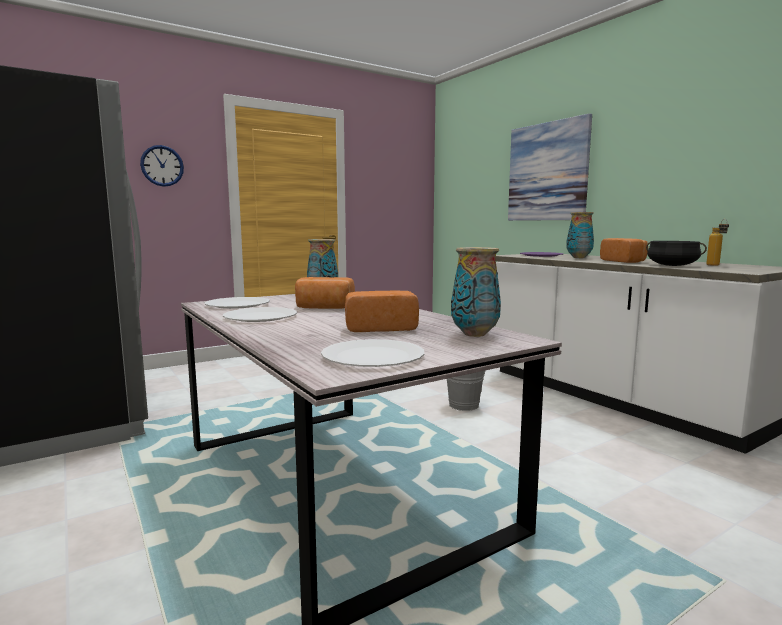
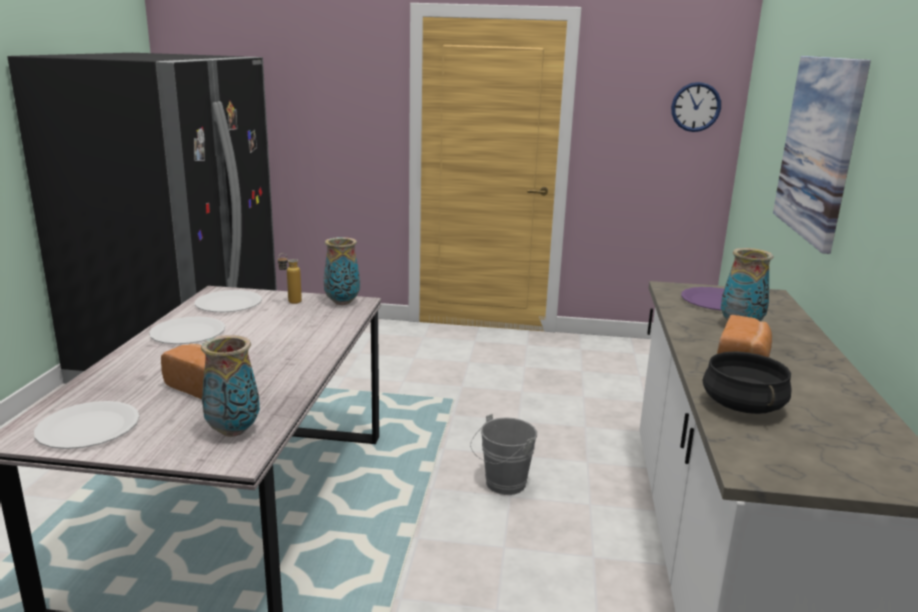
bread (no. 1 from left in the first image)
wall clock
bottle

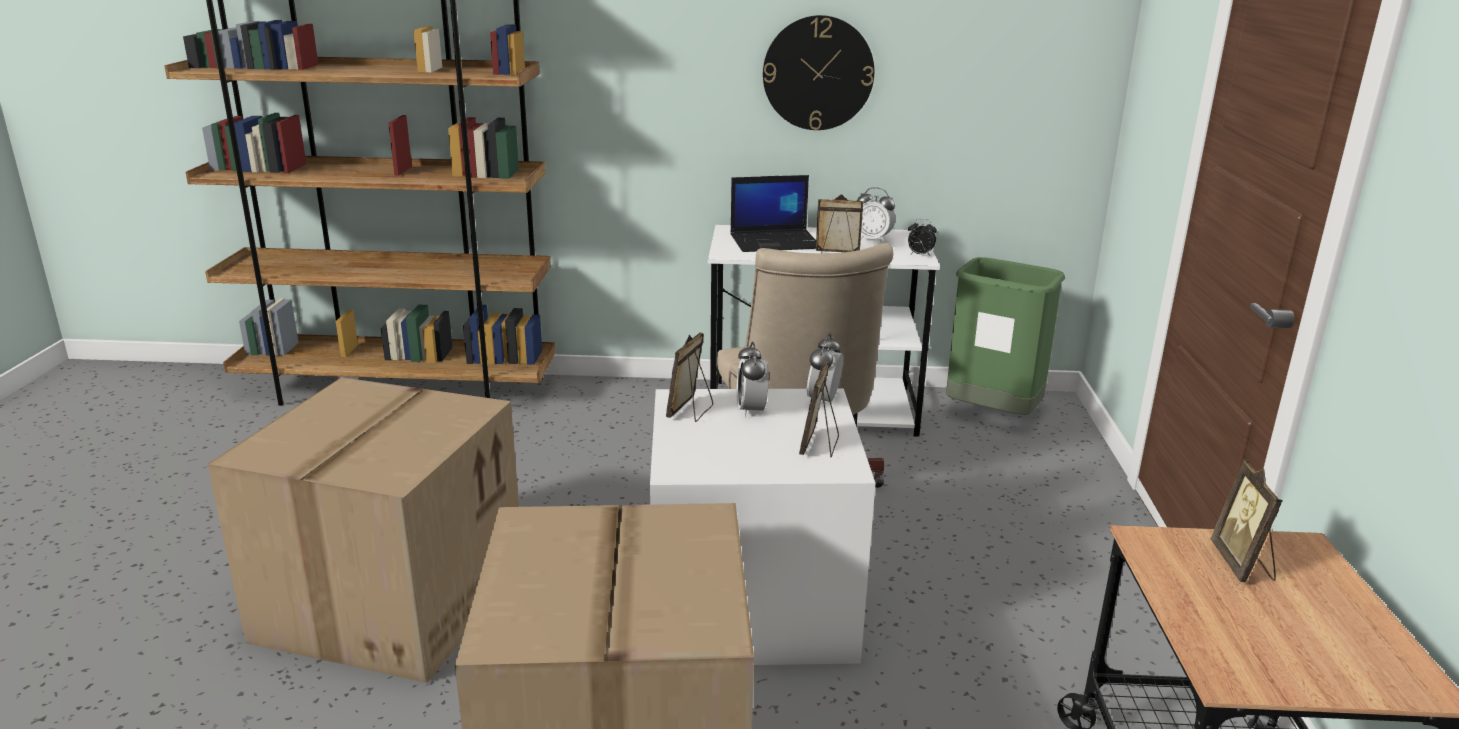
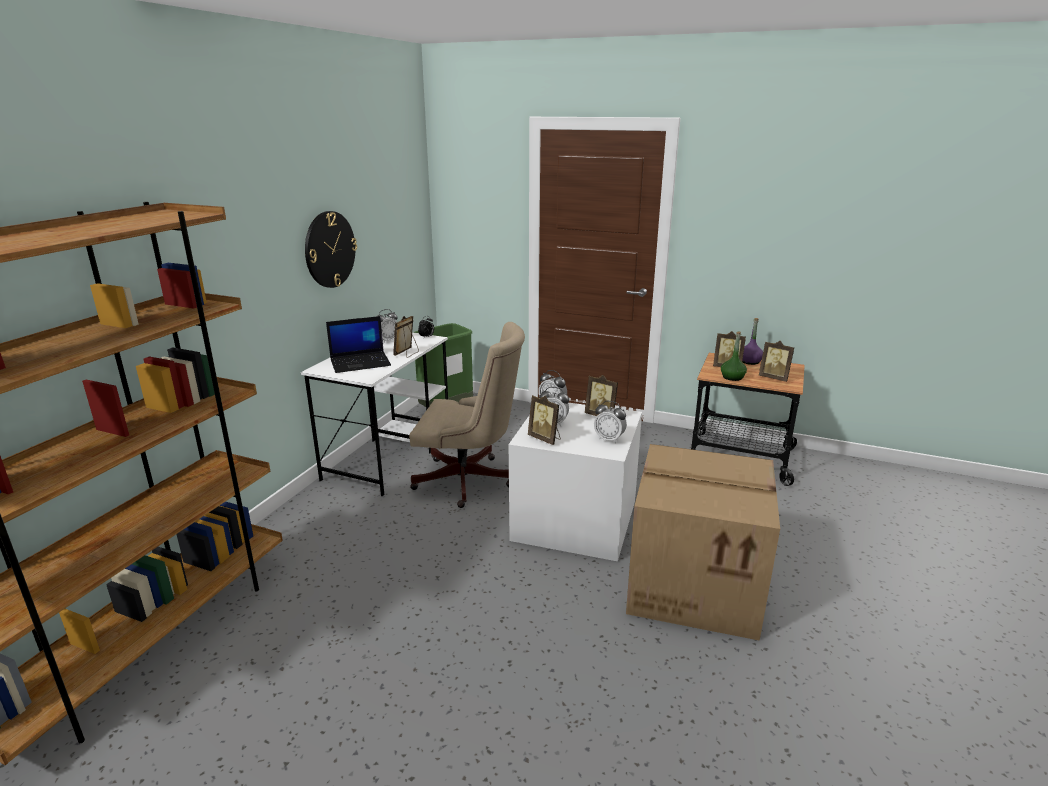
cardboard box (no. 1 from left in the first image)
alarm clock (no. 5 from left)
bottle (green)
bottle (purple)
picture frame (no. 5 from left)
laptop

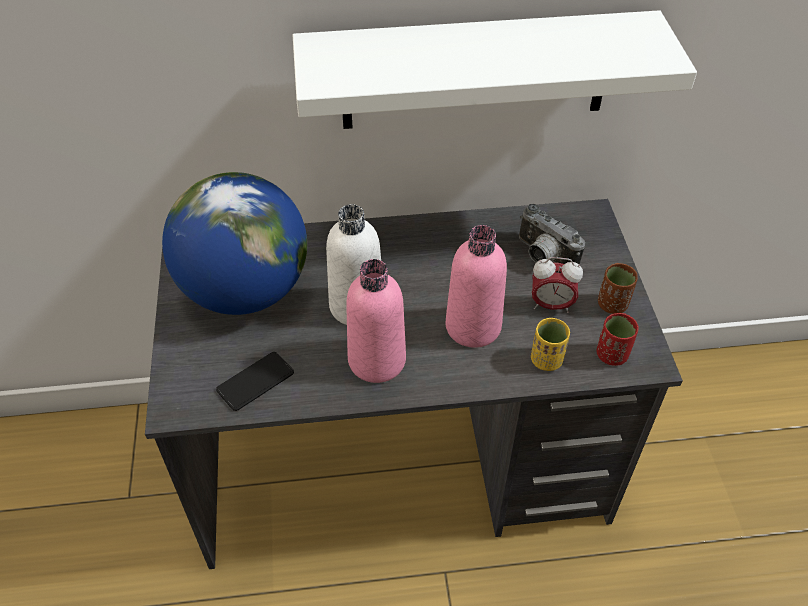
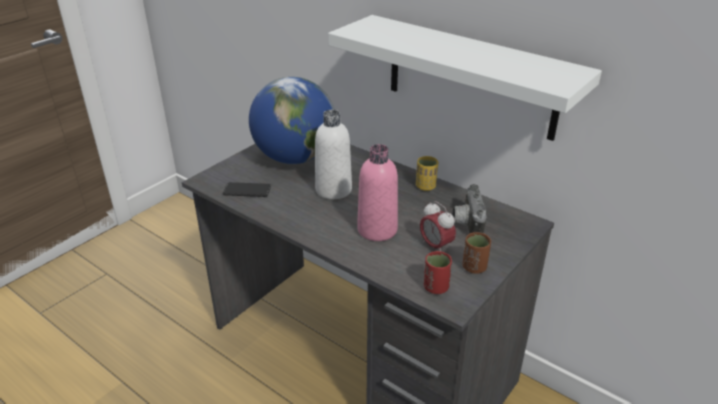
bottle (pink) (no. 1 from left in the first image)
cup (yellow)

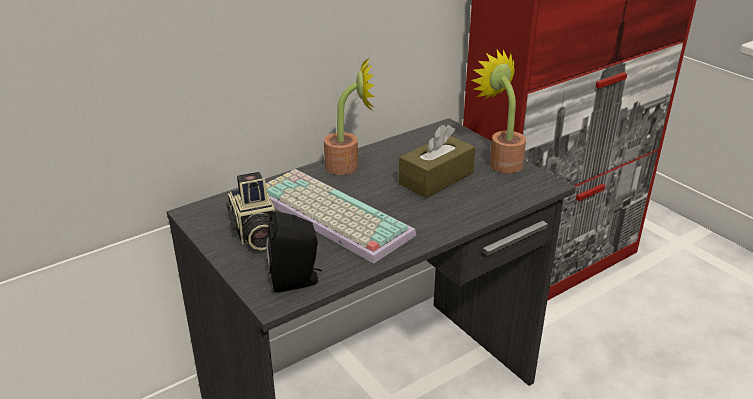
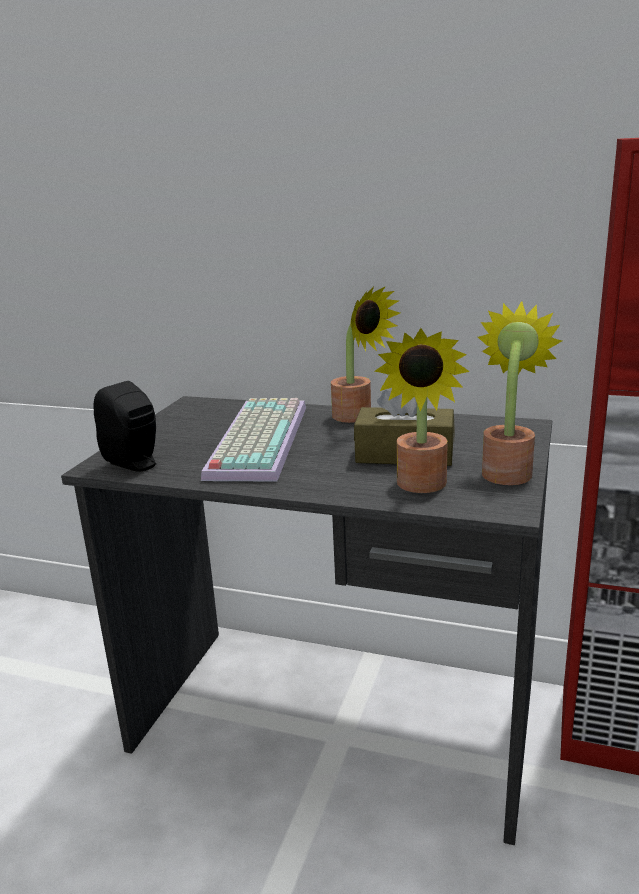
photo camera
potted plant (no. 2 from left)

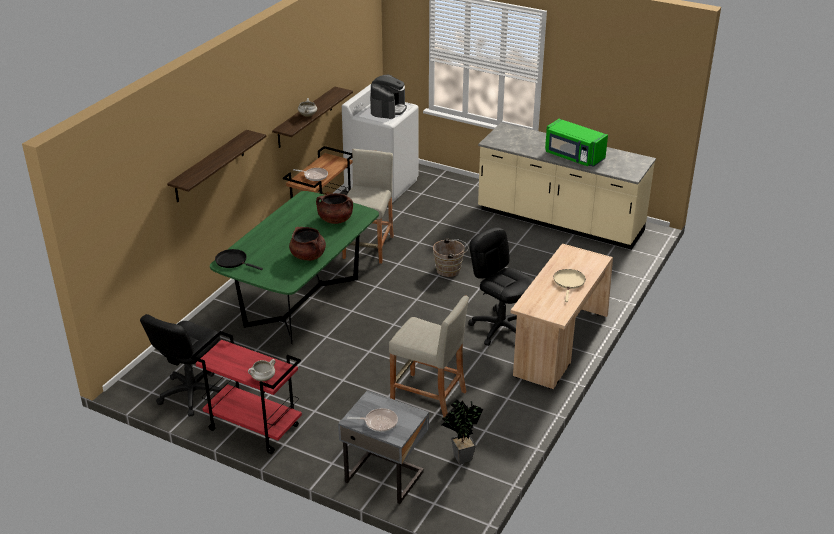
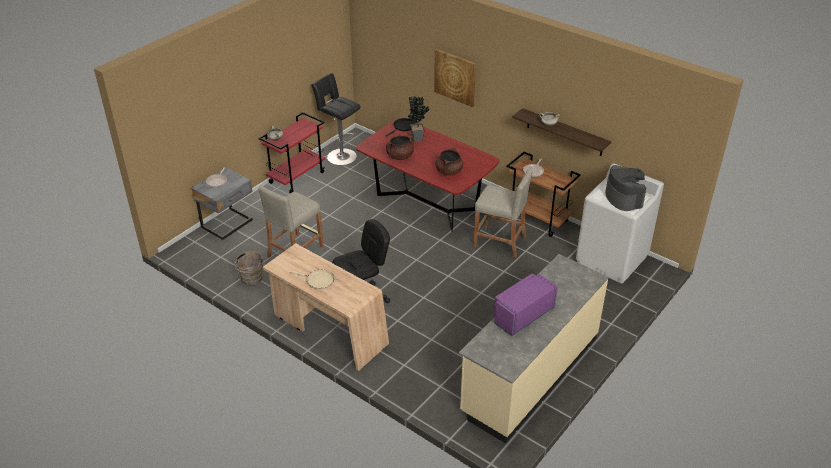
bucket (brown)
potted plant
stool (black)
picture
dining table (red)
microwave (purple)
coffee machine

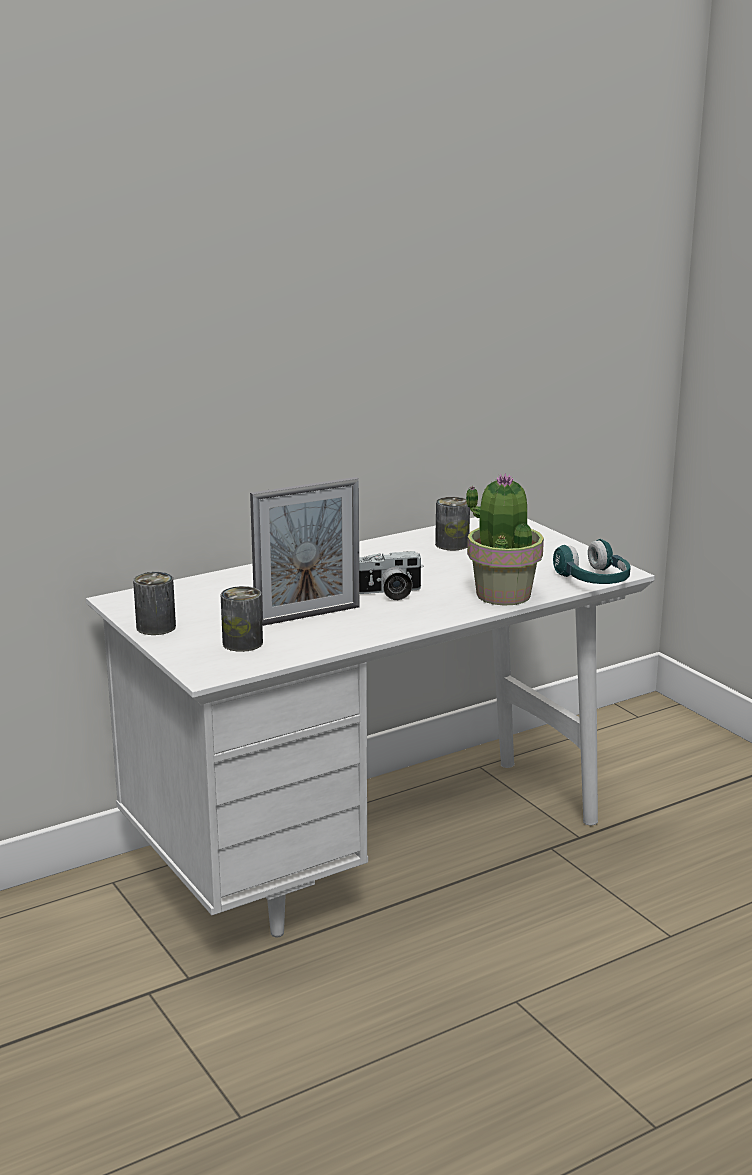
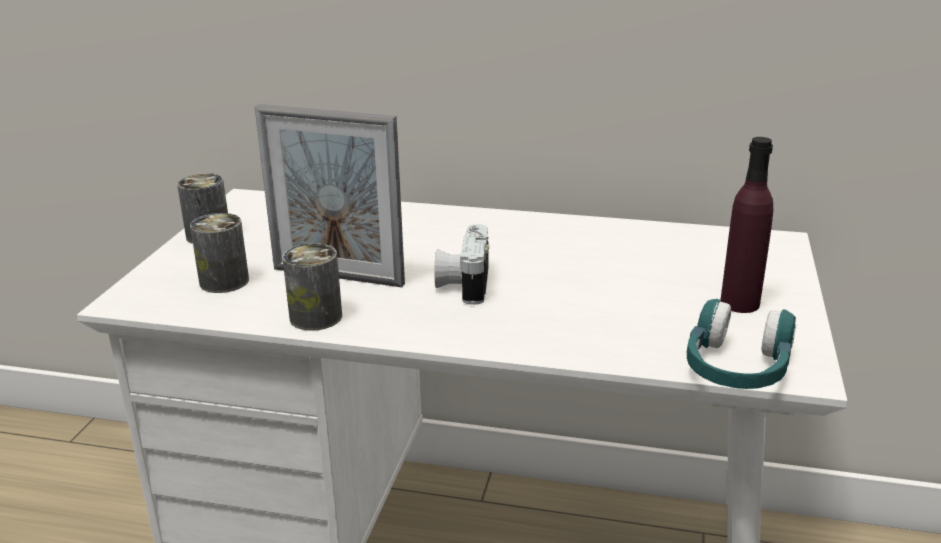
potted plant
bottle (purple)
can (no. 3 from left)
photo camera

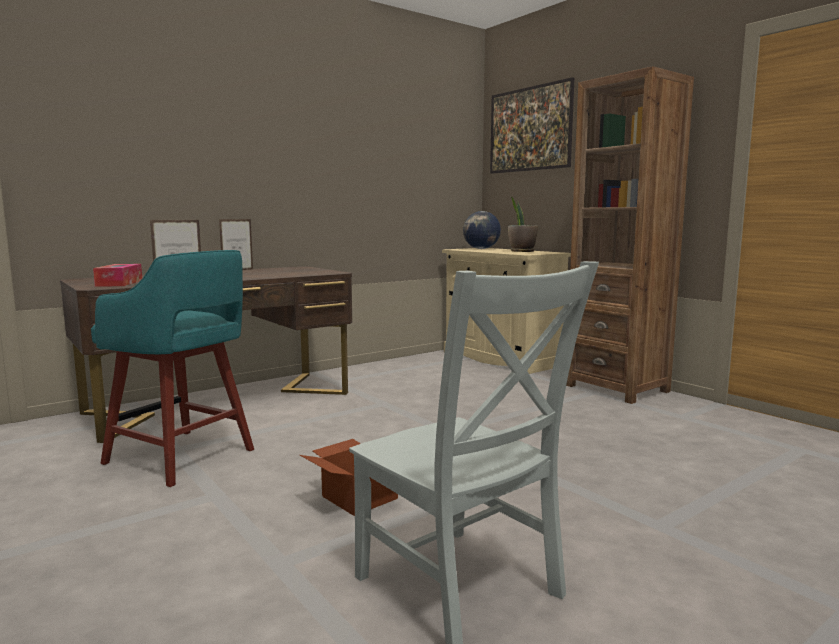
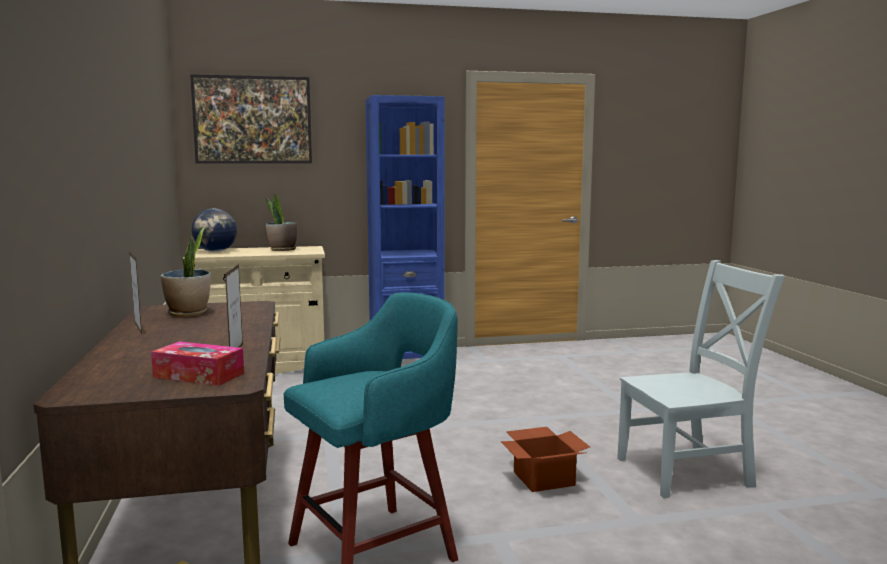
potted plant (no. 1 from left)
bookcase (blue)

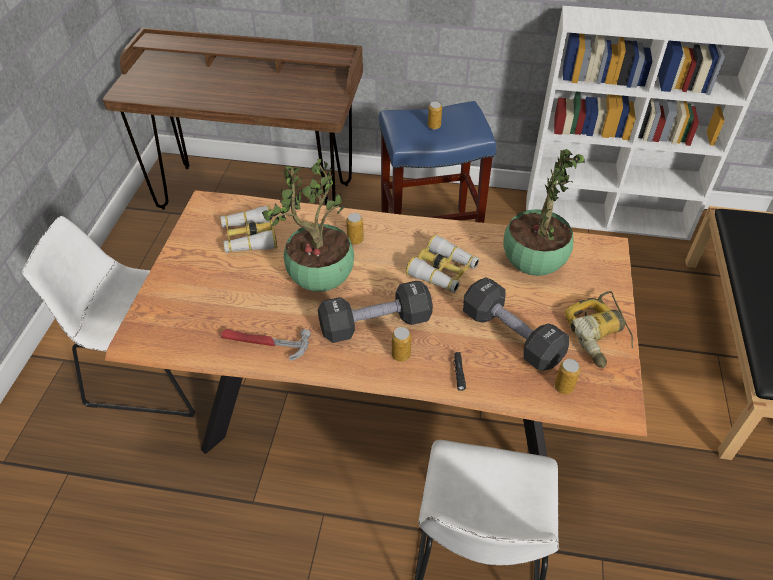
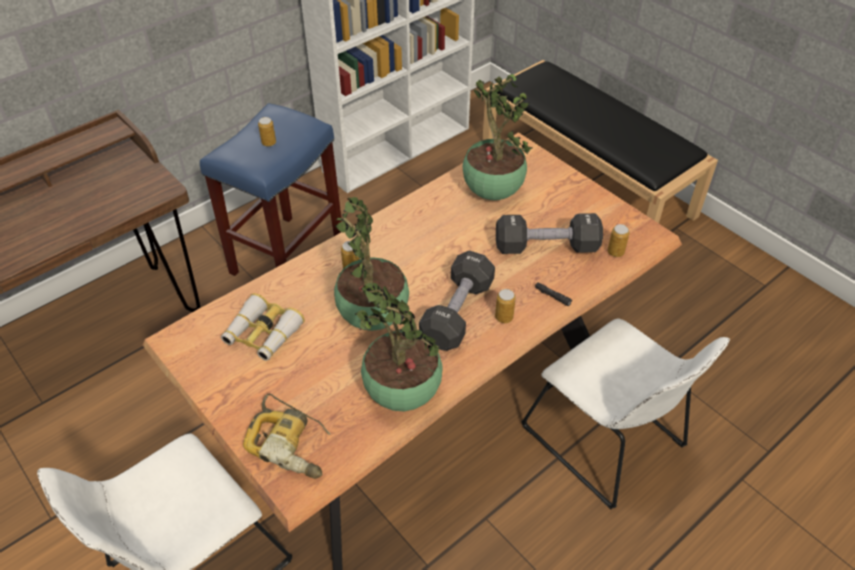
binoculars (no. 2 from left in the first image)
power drill
potted plant (no. 2 from left)

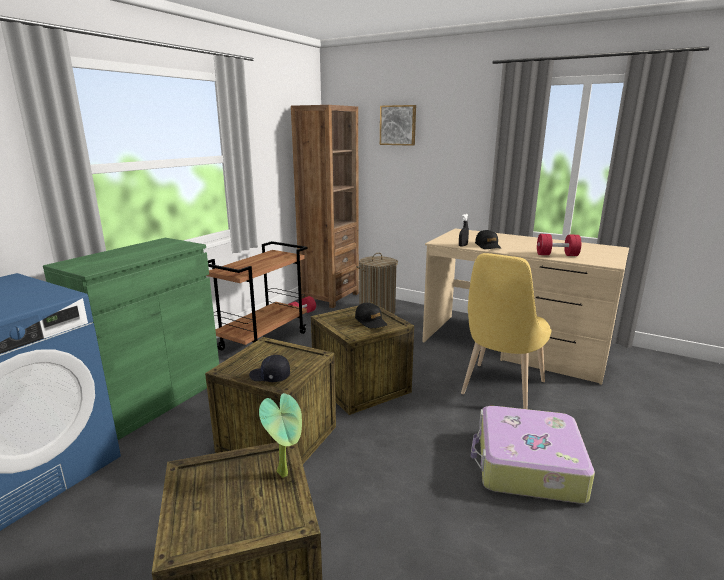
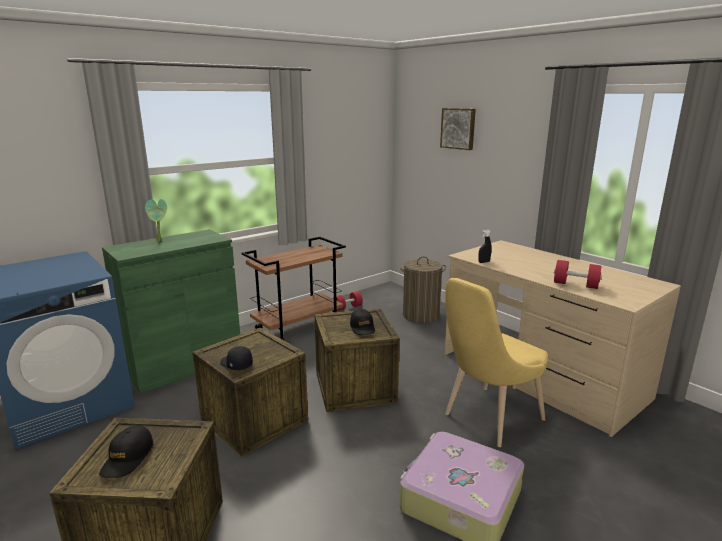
bookcase (brown)
potted plant
cap (black) (no. 1 from left)

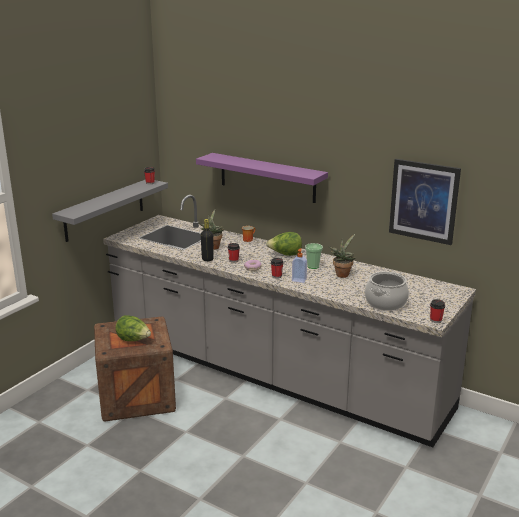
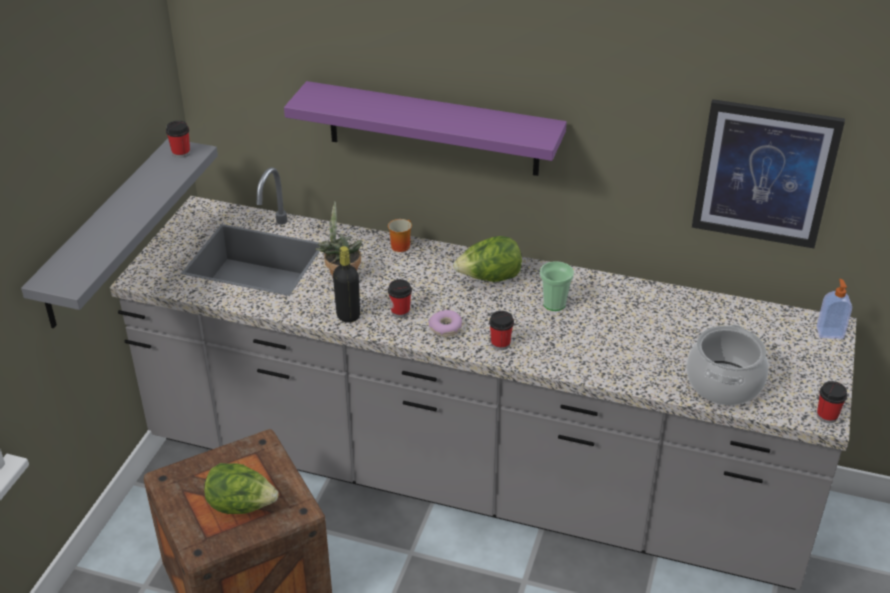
potted plant (no. 2 from left in the first image)
soap dispenser

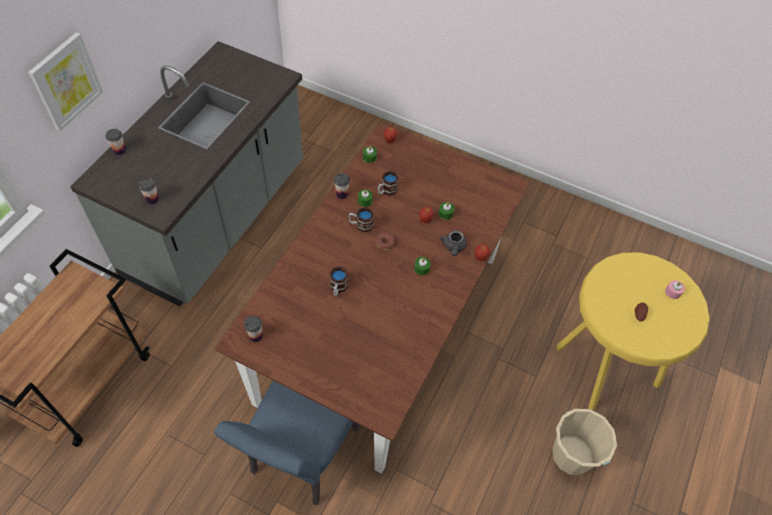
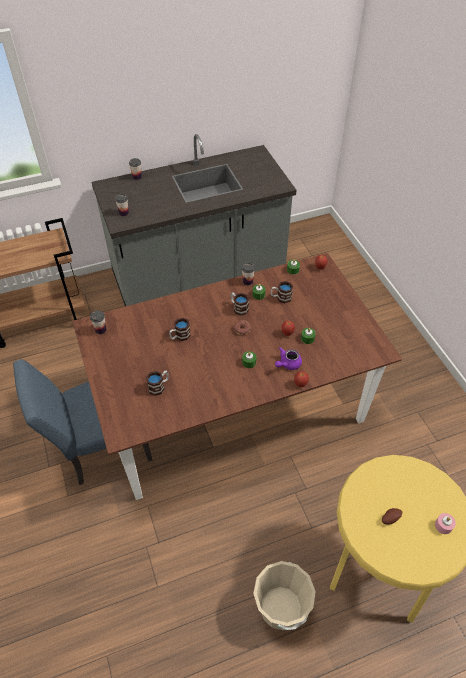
picture
mug (no. 1 from left)
teapot (purple)

